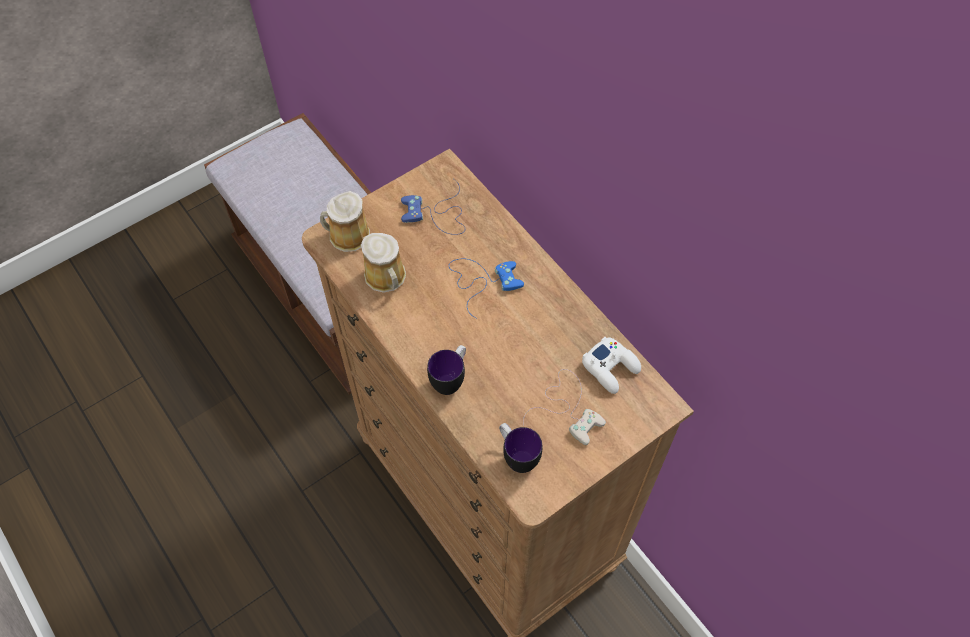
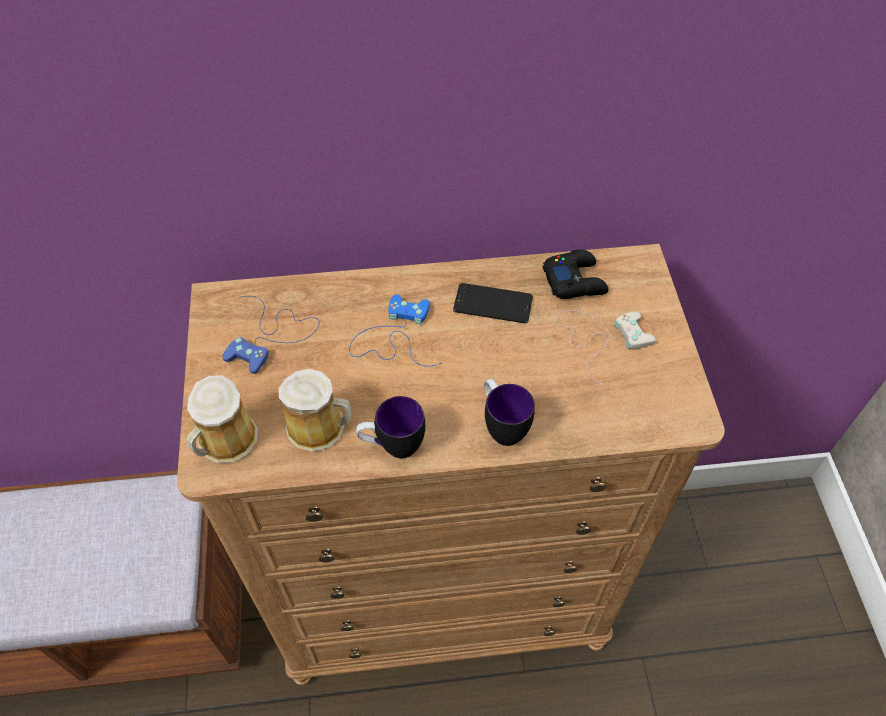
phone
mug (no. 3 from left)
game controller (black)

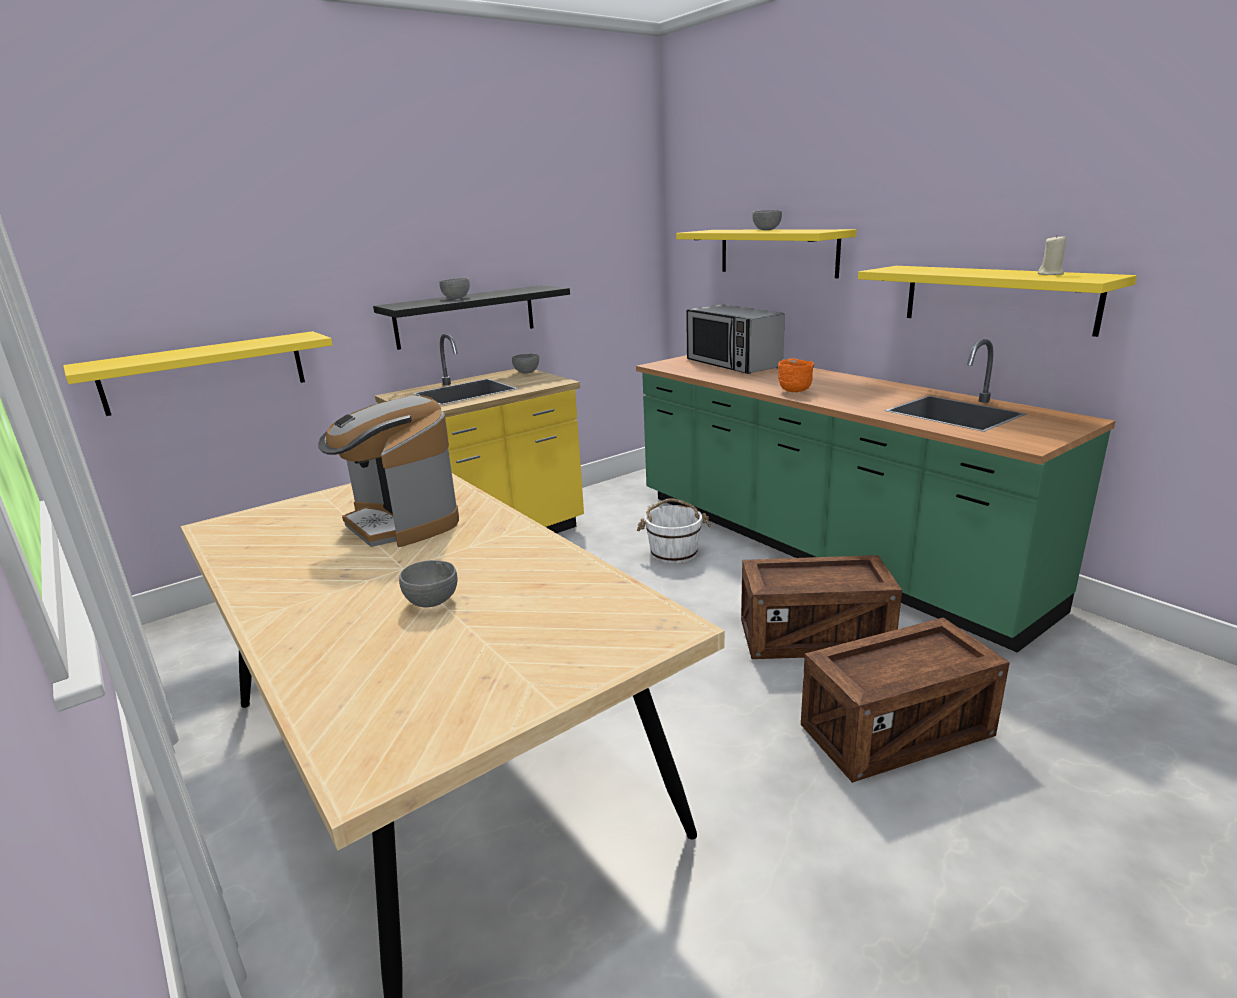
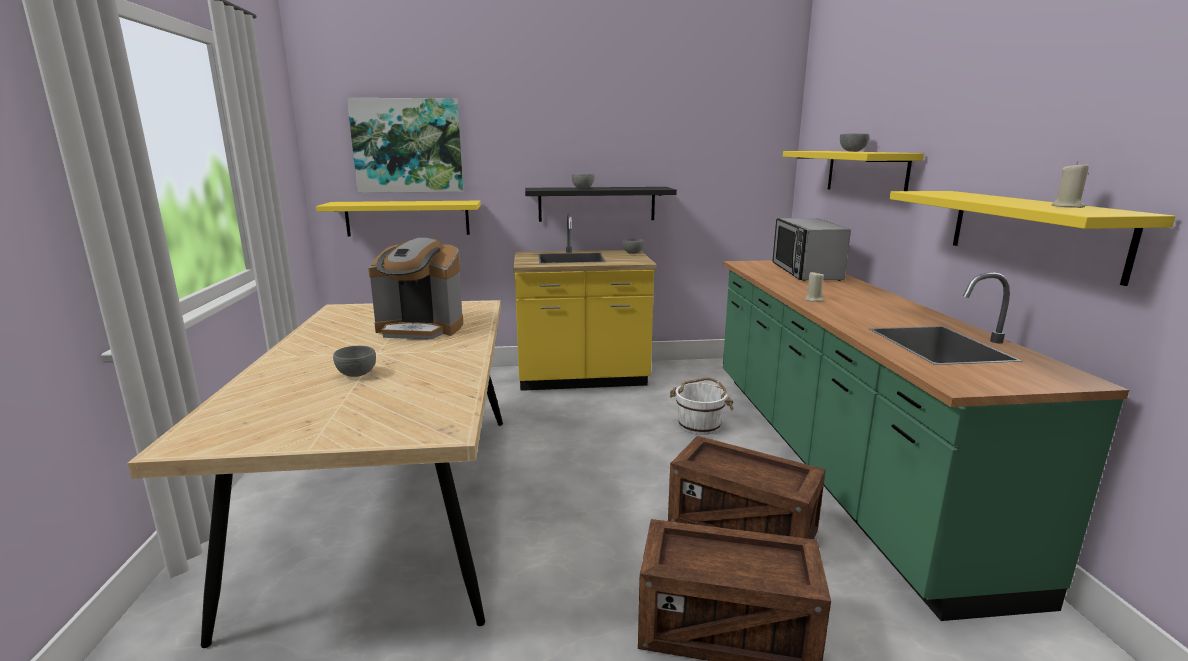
picture
candle (beige) (no. 1 from left)
coffee machine

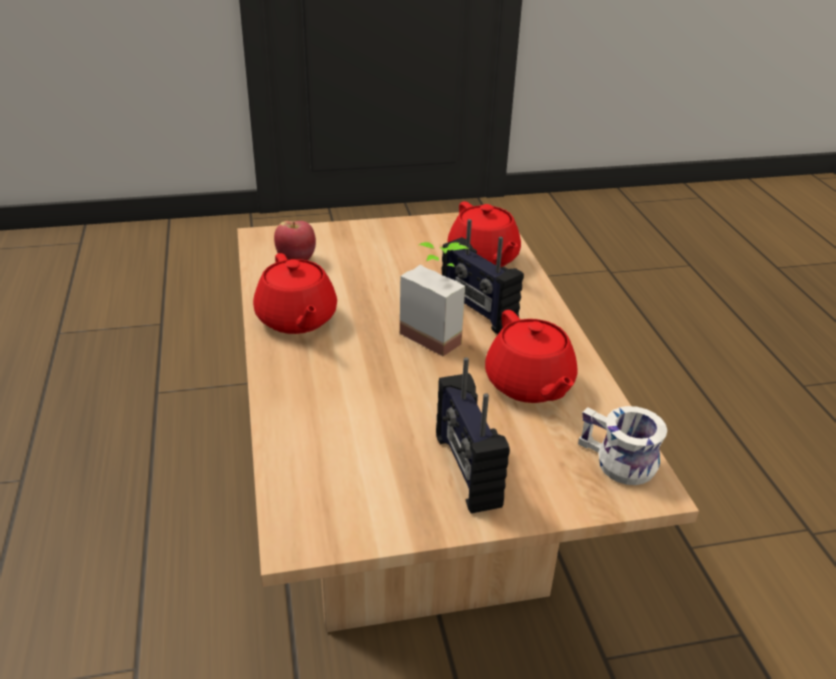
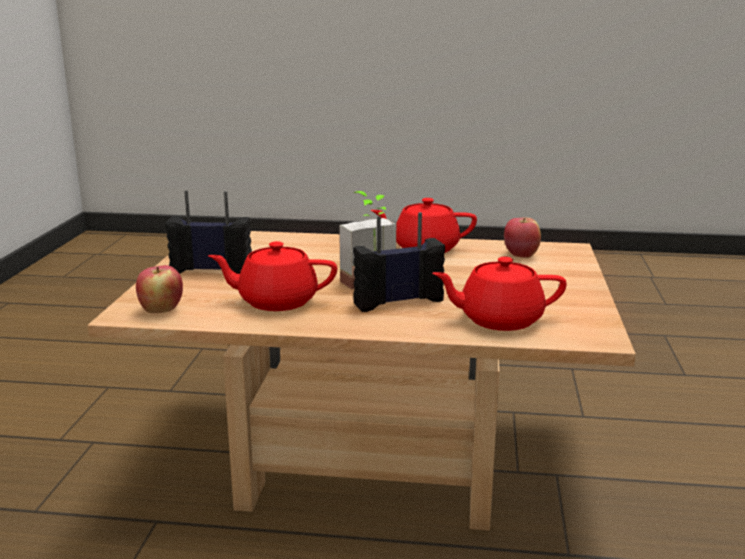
apple (no. 1 from left)

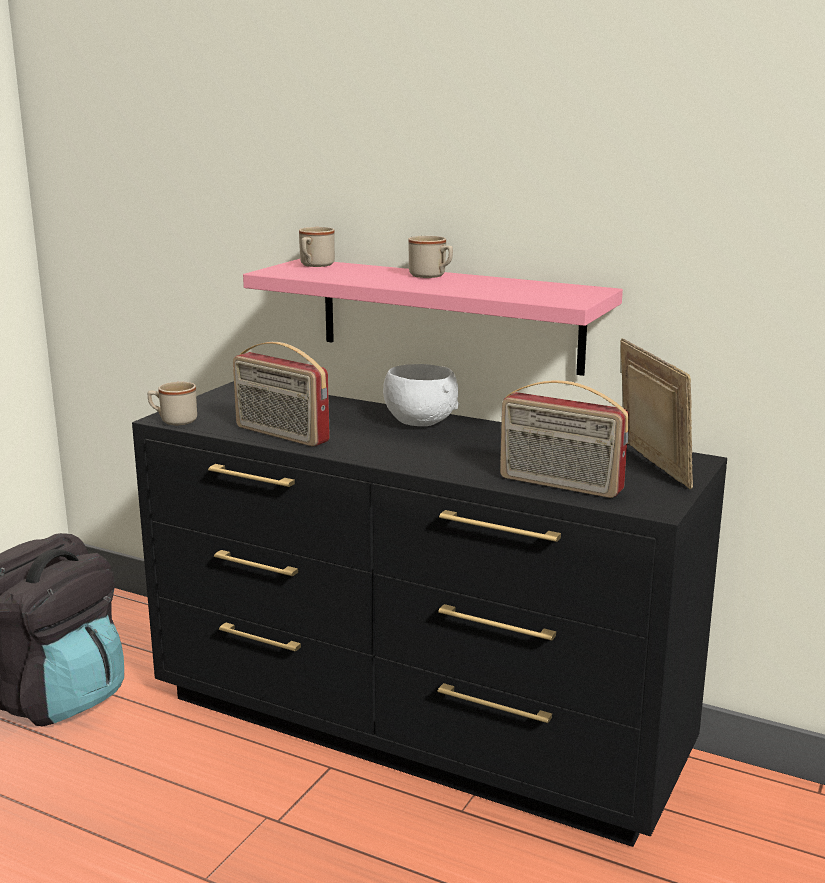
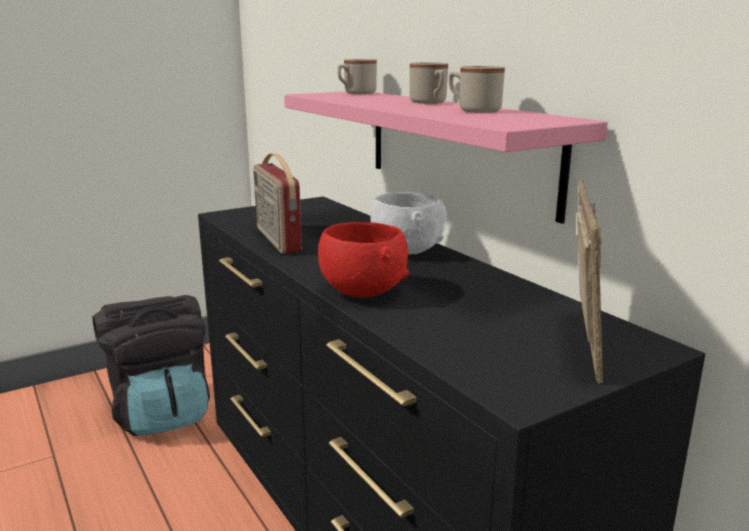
radio (no. 2 from left in the first image)
bowl (red)
mug (beige) (no. 3 from left)

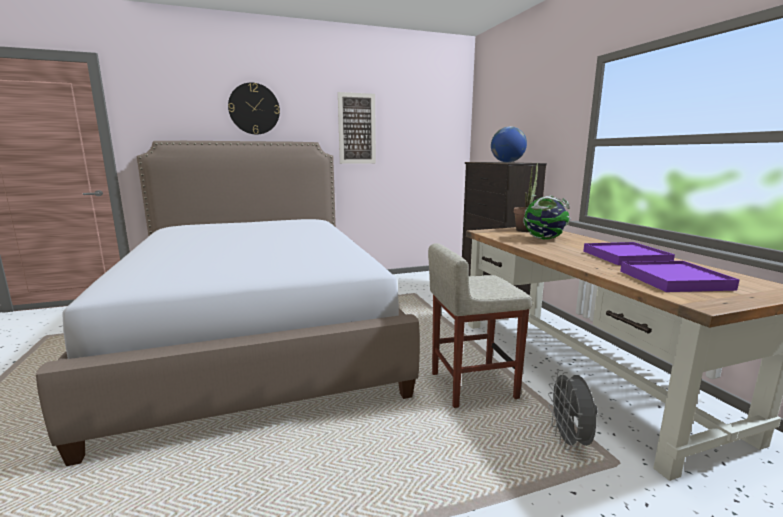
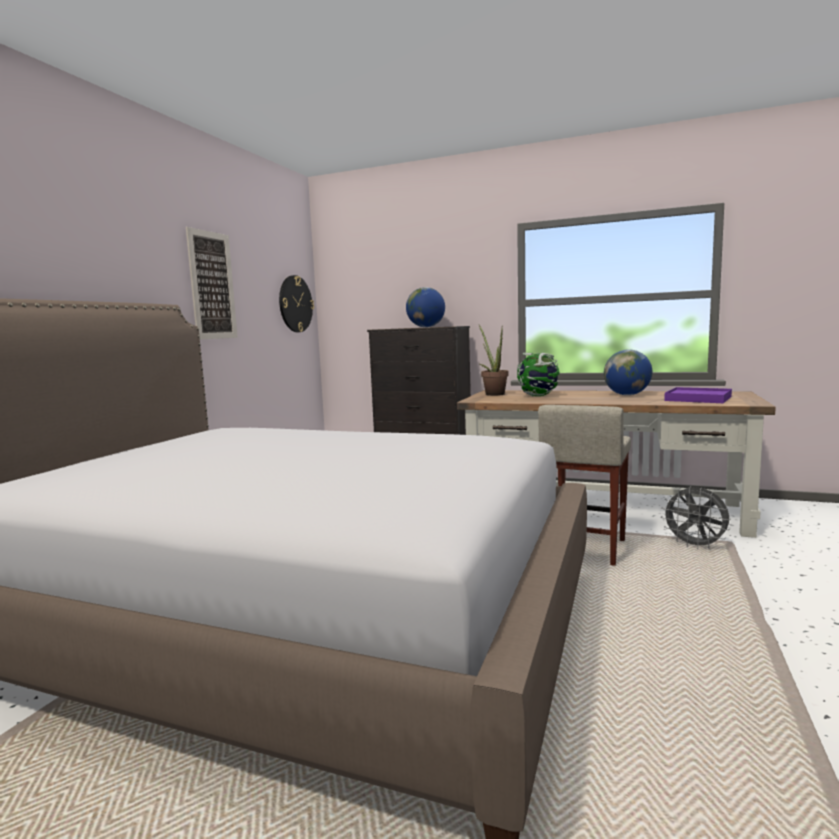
wall clock
globe (no. 3 from left)

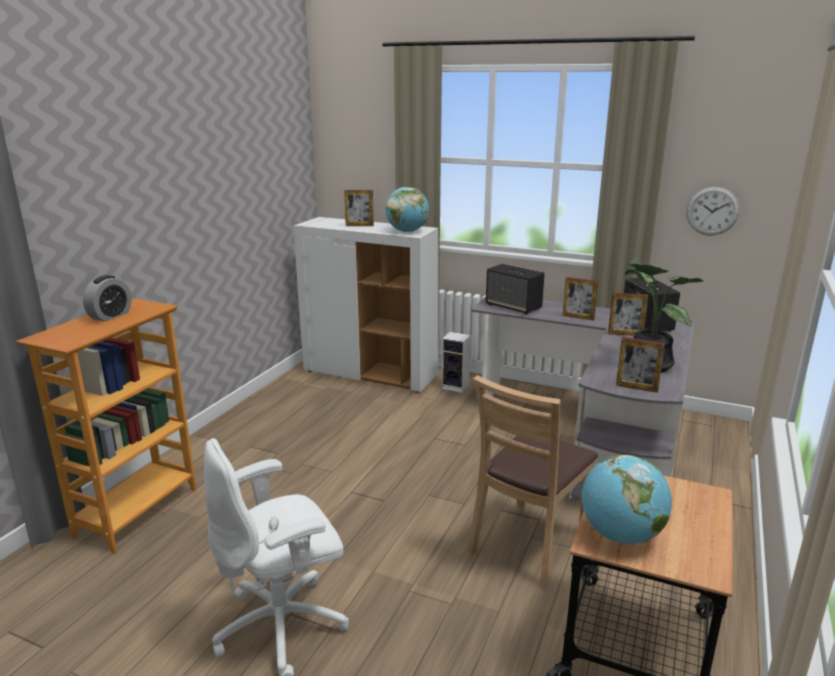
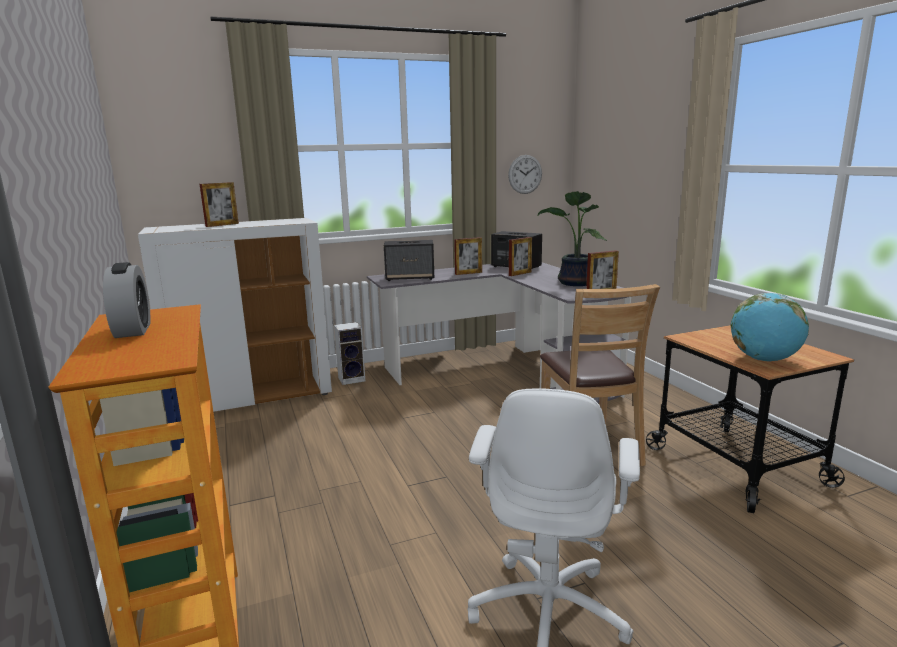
globe (no. 1 from left in the first image)

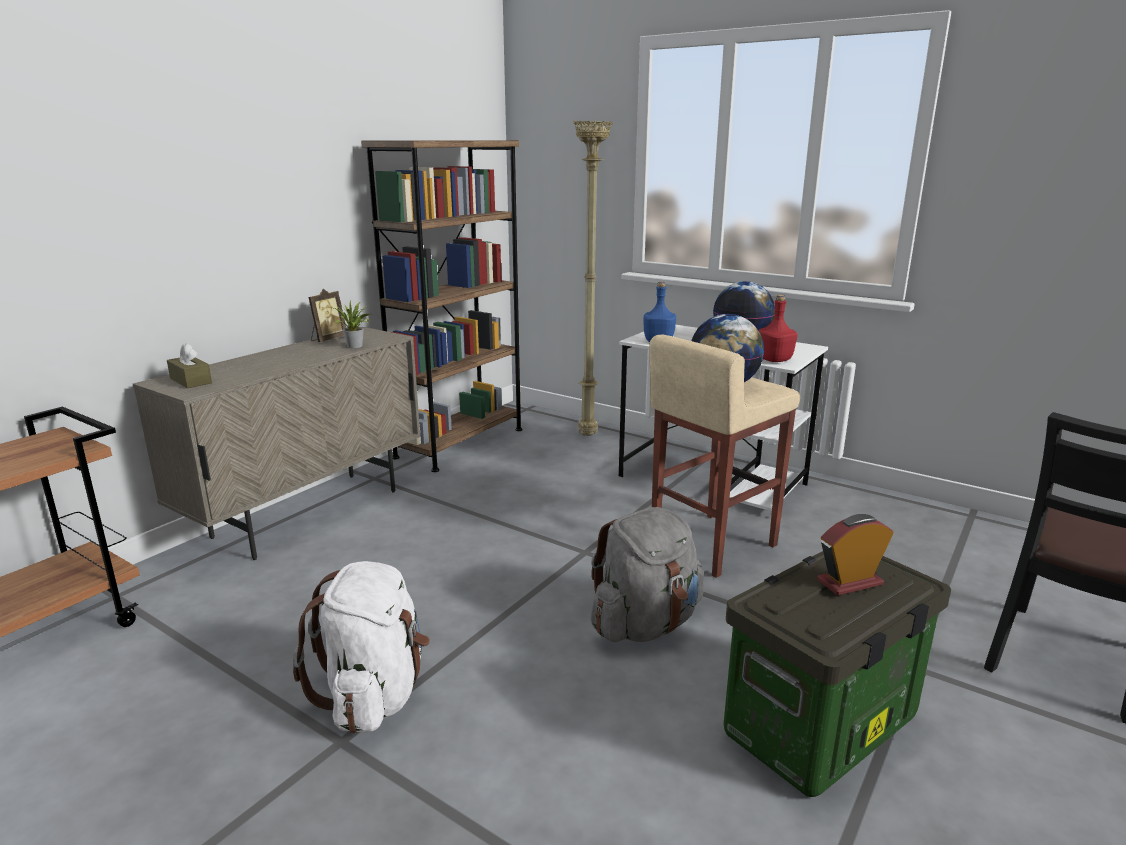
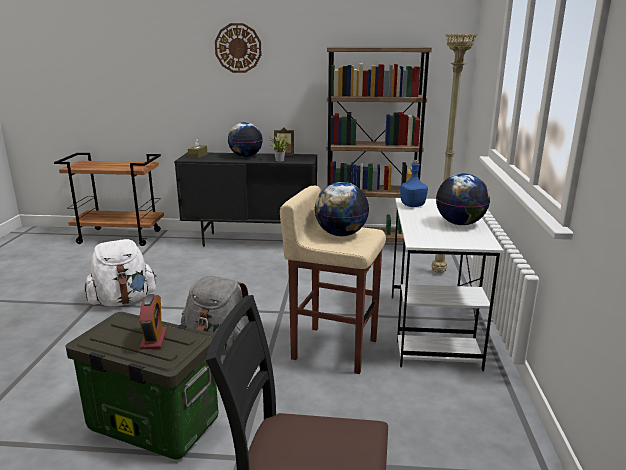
bottle (red)
wall clock
globe (no. 1 from left)
cabinet (black)
alarm clock

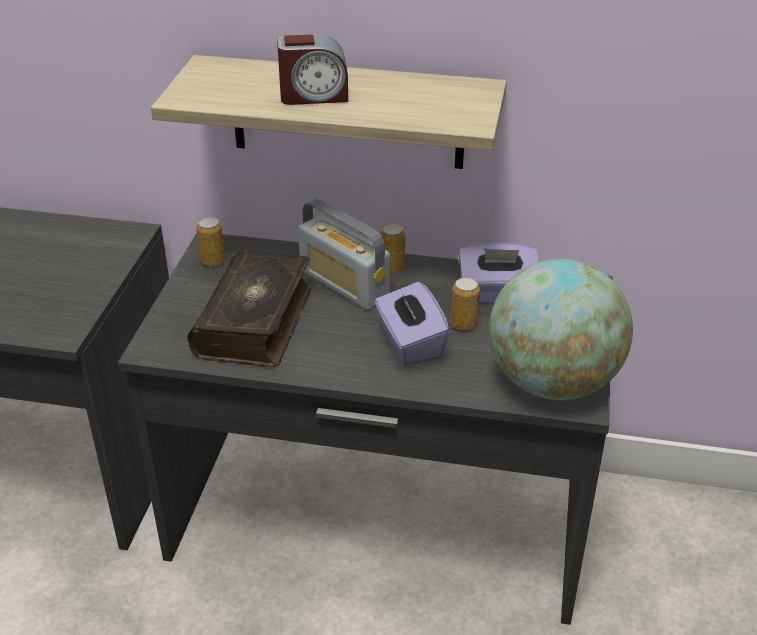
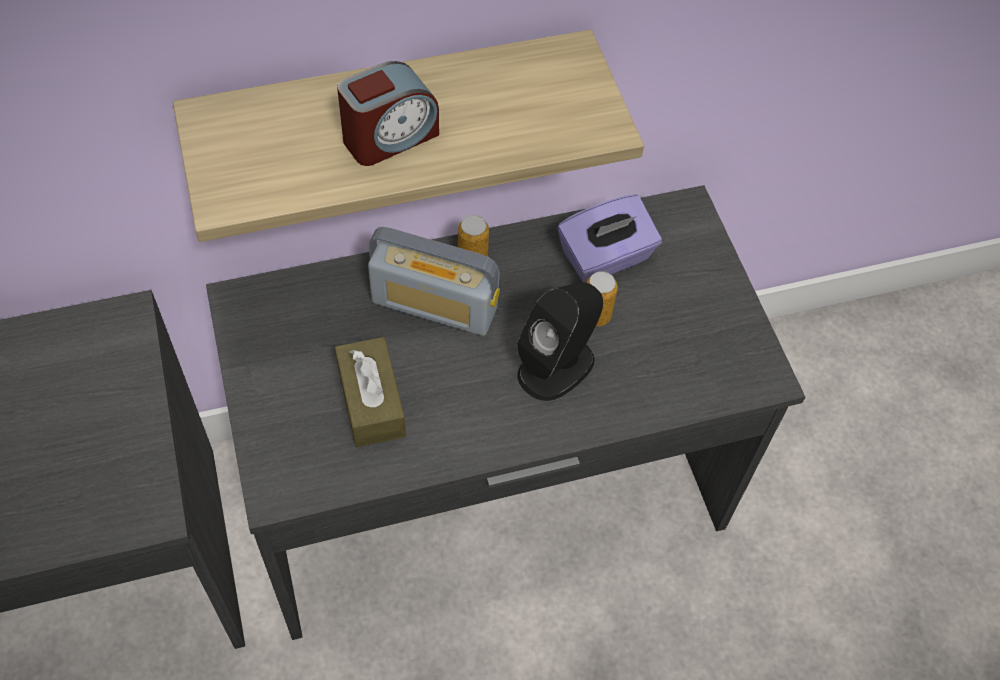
can (no. 1 from left in the first image)
globe
tissue box (brown)
speaker (black)

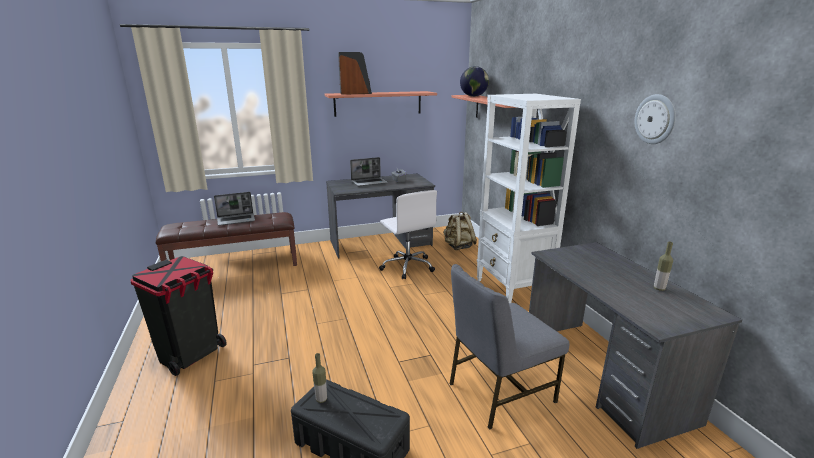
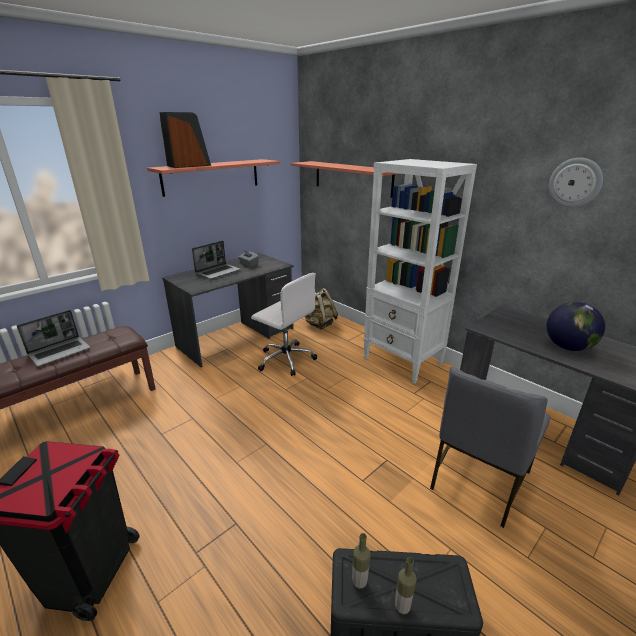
globe
bottle (no. 2 from left)

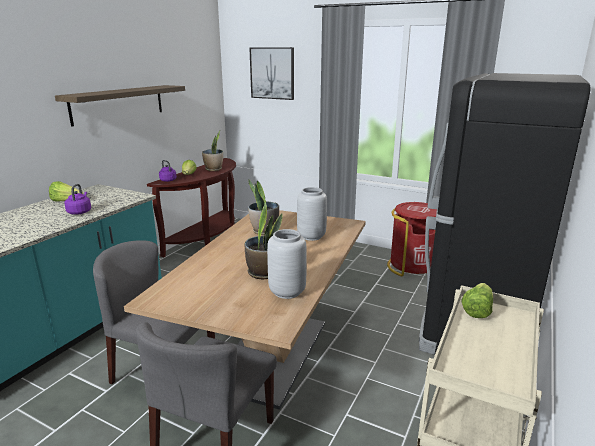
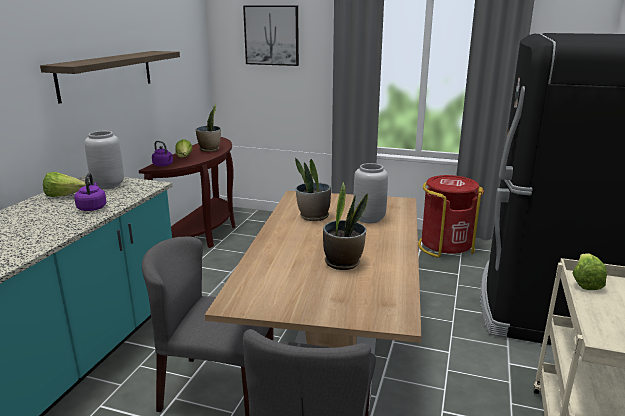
vase (grey) (no. 1 from left)

